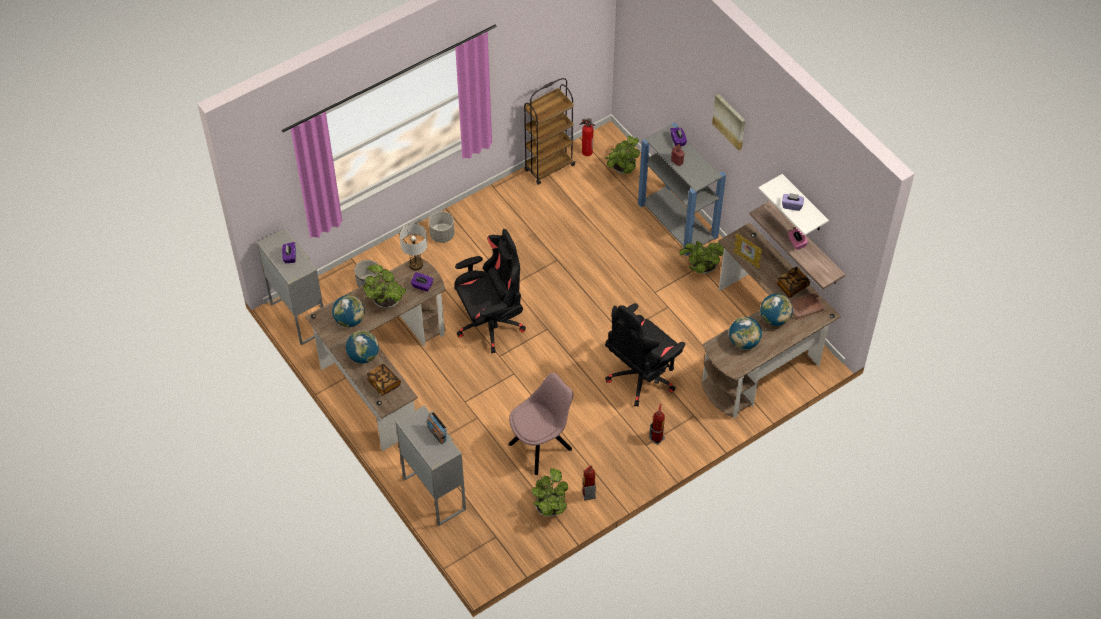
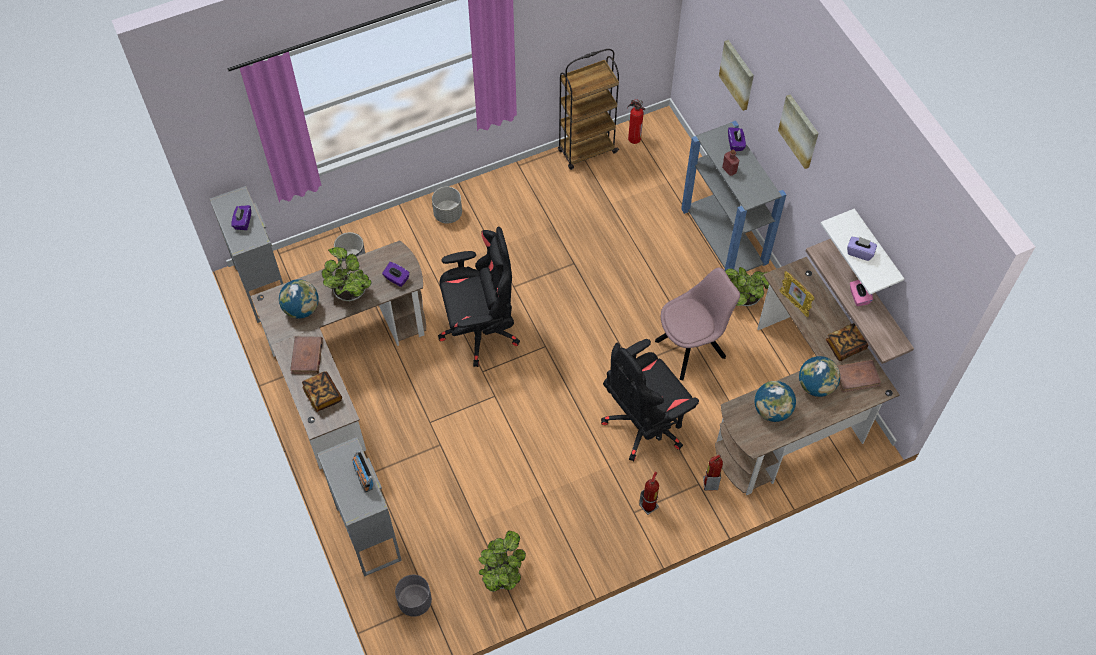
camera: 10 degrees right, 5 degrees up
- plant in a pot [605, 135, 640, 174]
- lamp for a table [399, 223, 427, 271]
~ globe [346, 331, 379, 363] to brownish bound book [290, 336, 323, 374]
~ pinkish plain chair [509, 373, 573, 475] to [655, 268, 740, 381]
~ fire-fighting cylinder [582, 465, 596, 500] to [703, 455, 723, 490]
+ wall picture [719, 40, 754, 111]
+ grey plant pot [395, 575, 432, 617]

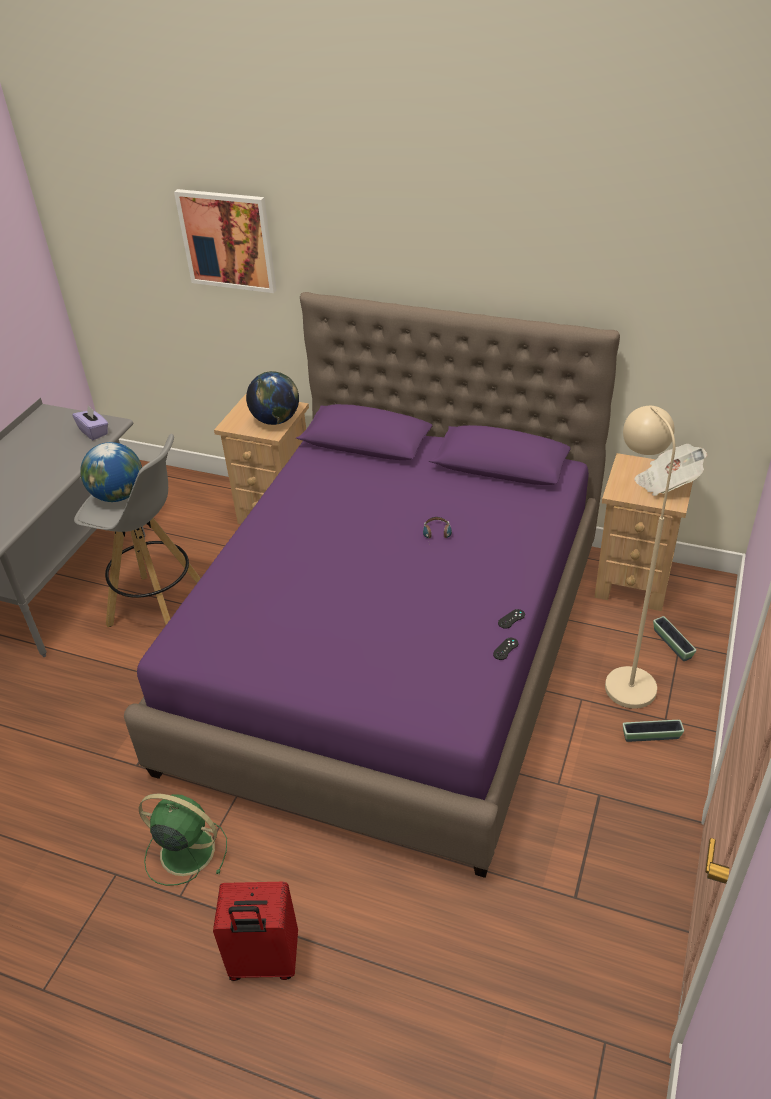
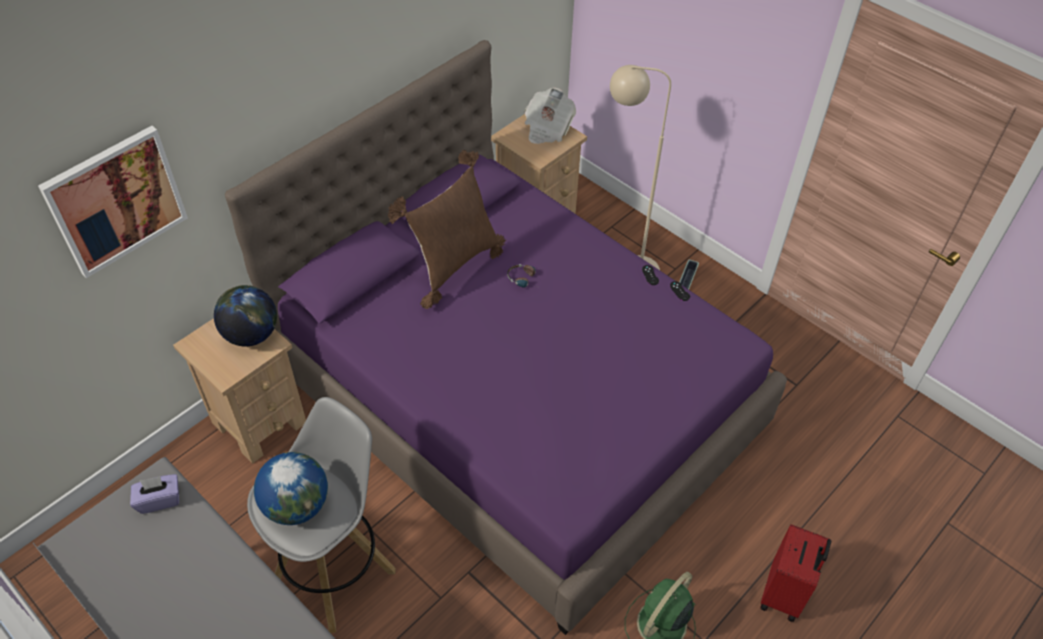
camera: 70 degrees left, 10 degrees up
- plant pot [653, 616, 696, 661]
+ brownish cushion [388, 150, 506, 309]

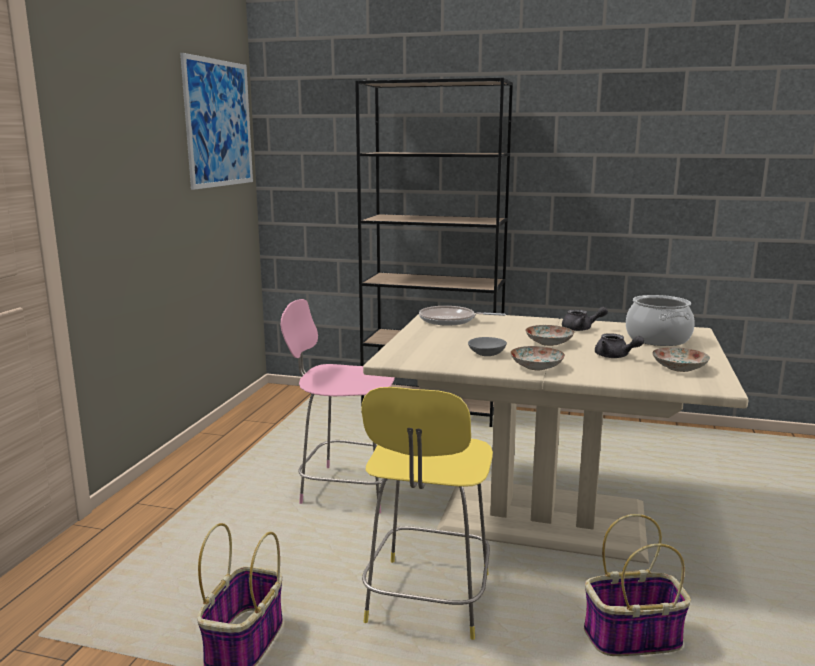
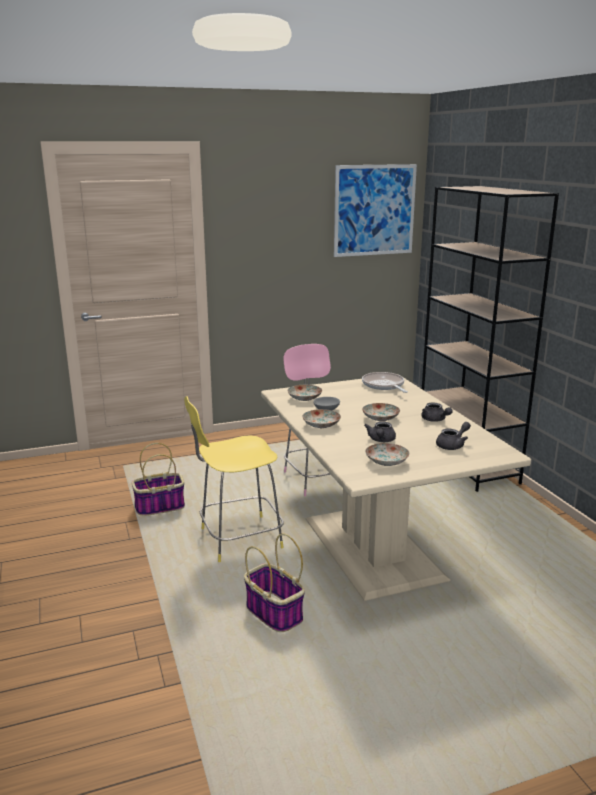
camera: 55 degrees right, 5 degrees up
~ saucepot [626, 295, 695, 346] to grey tea pot [436, 422, 471, 450]
+ dinner plate [287, 385, 322, 401]

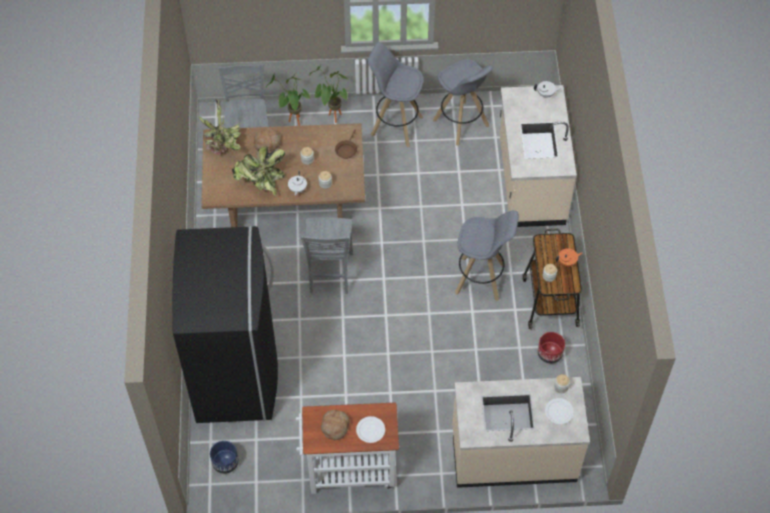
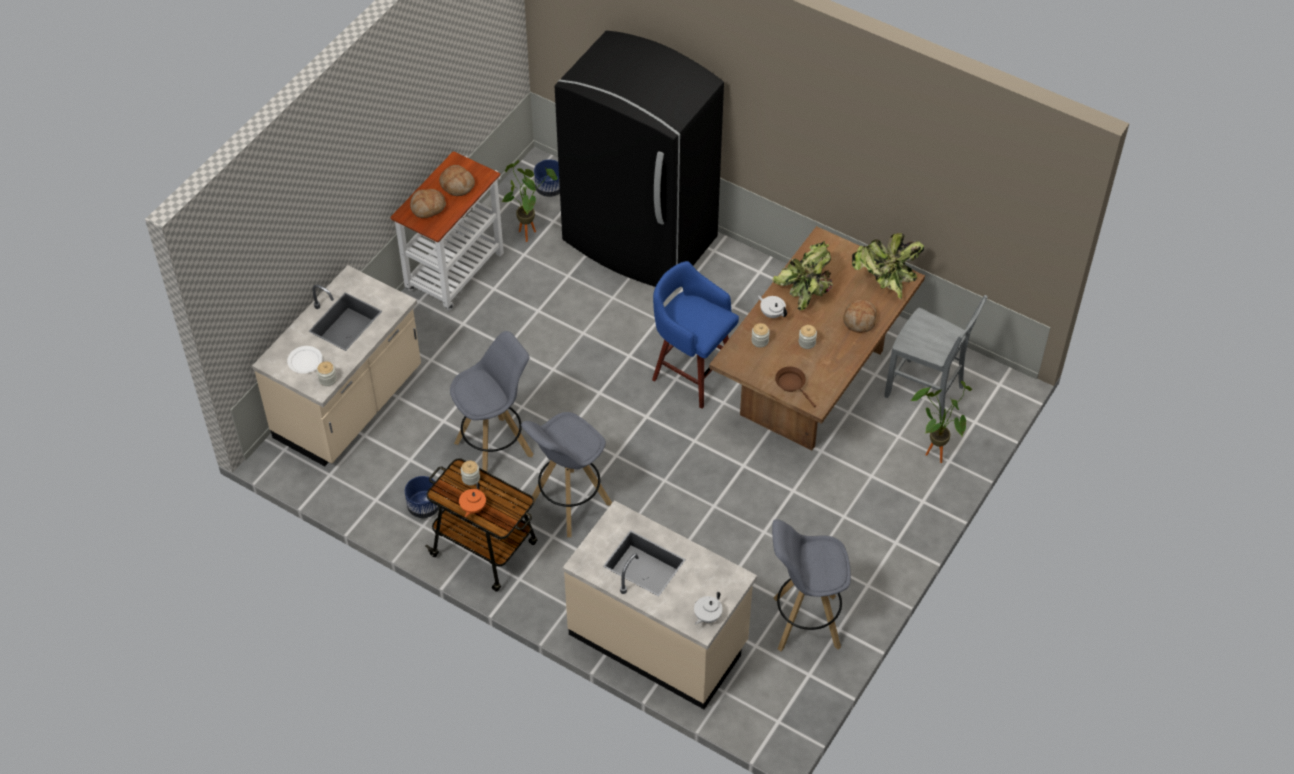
camera: 125 degrees right, 5 degrees down
~ grey stool [368, 42, 423, 147] to [450, 331, 533, 481]
~ plant in a pot [309, 65, 348, 123] to [502, 160, 558, 242]
~ grey plain chair [301, 217, 353, 294] to blue-coloured stool [652, 261, 739, 409]
~ red plant pot [538, 332, 565, 364] to blue-coloured plant pot [405, 476, 440, 518]
~ whitish dinner plate [356, 416, 385, 443] to bread [410, 189, 446, 218]

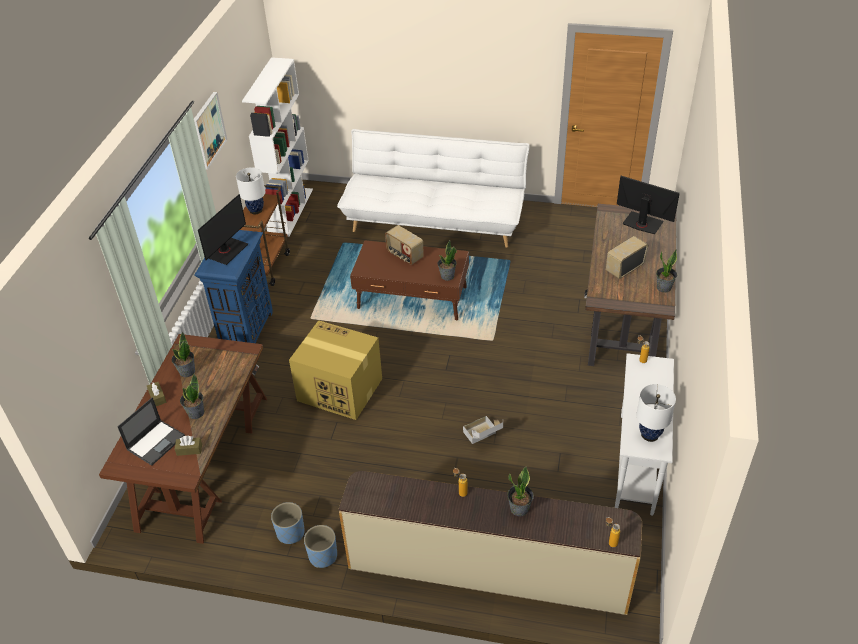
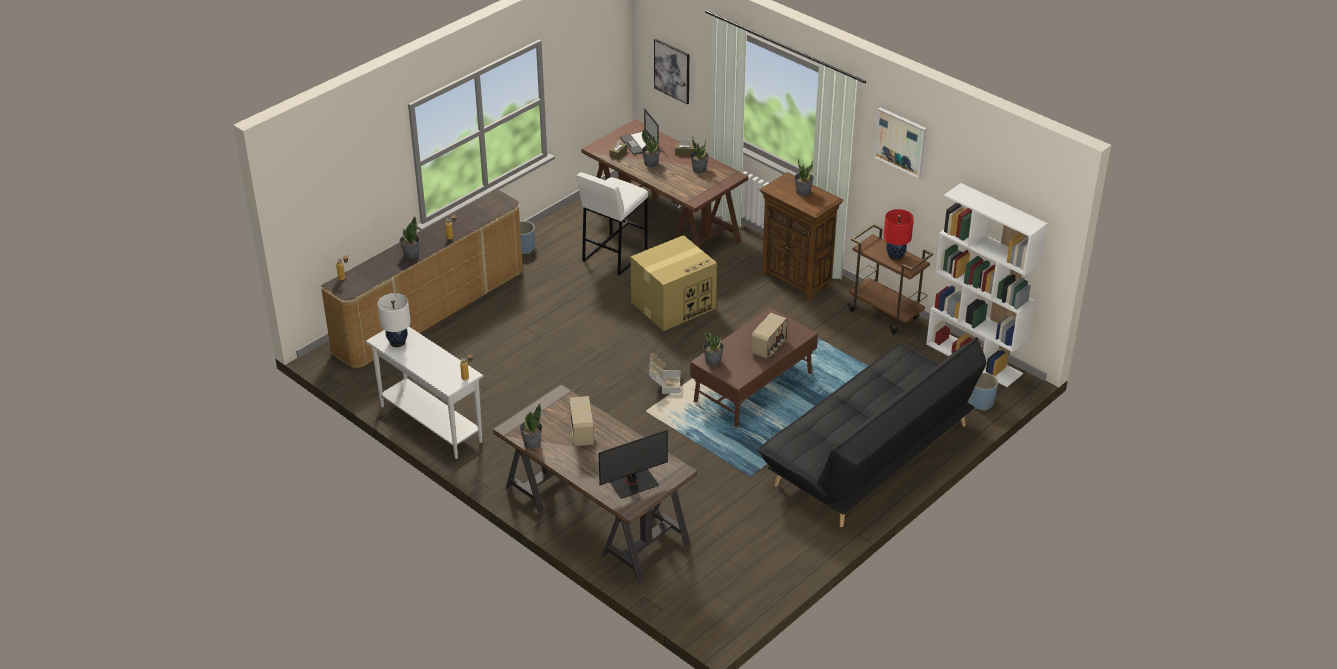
camera: 120 degrees right, 5 degrees down
~ whitish couch [337, 129, 530, 248] to black couch [758, 337, 987, 527]
~ whitish lamp for a table [236, 167, 265, 214] to red lamp for a table [883, 209, 914, 260]
~ computer screen [198, 194, 248, 265] to plant in a pot [794, 160, 814, 196]
~ radio set [385, 225, 424, 265] = [751, 313, 788, 359] 135 degrees clockwise
~ blue-coloured cupboard [194, 230, 273, 343] to brownish cupboard [759, 172, 844, 300]
~ cardboard box [463, 416, 503, 444] to [649, 353, 681, 394]
~ blue-coloured plant pot [271, 502, 305, 544] to [969, 372, 998, 410]
+ wall picture [654, 39, 689, 104]
+ whitish stool [576, 172, 648, 276]

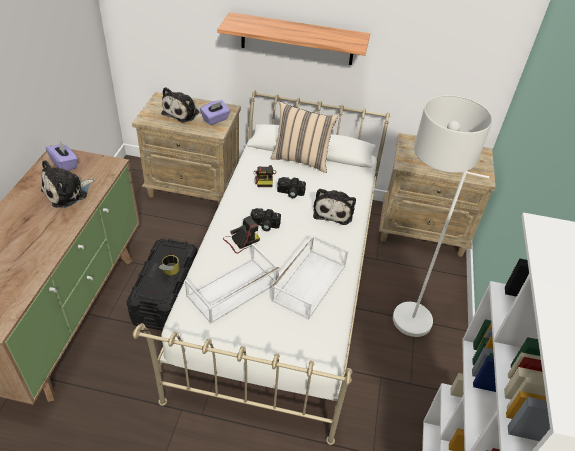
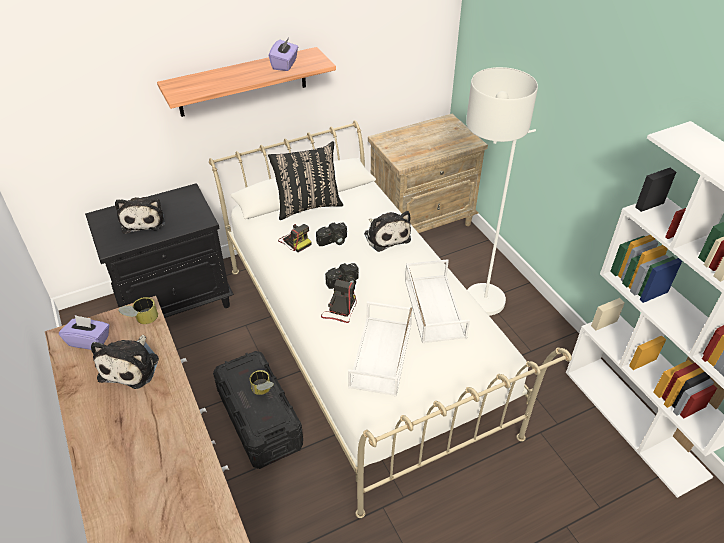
camera: 35 degrees left, 0 degrees up
~ beige nightstand [132, 92, 241, 206] to black nightstand [85, 183, 234, 318]
~ purple-coloured box of tissues [200, 100, 230, 125] to [269, 38, 298, 71]
~ beige cushion [271, 102, 338, 173] to black cushion [268, 141, 343, 220]
+ sealed can [118, 297, 158, 324]

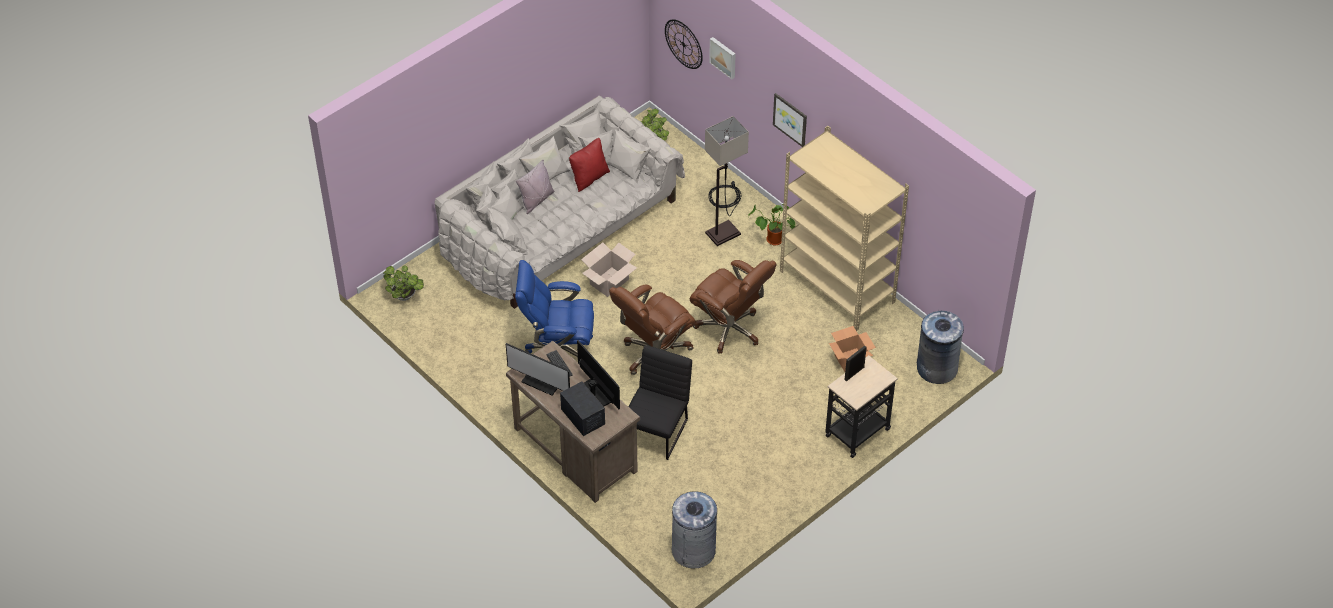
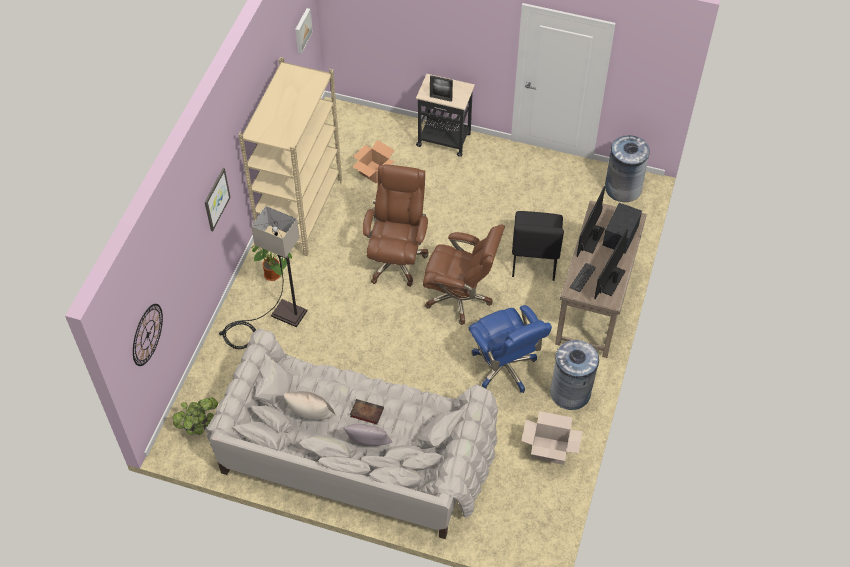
camera: 120 degrees left, 5 degrees up
~ wall picture [709, 37, 736, 79] to [295, 8, 313, 54]
~ red cushion [569, 138, 610, 192] to beige cushion [284, 391, 336, 420]
~ cardboard box [581, 242, 637, 297] to [522, 411, 583, 465]
- plant in a pot [383, 265, 424, 301]
~ grey rubbish bin [917, 309, 964, 384] to [550, 340, 599, 410]
~ computer screen [506, 343, 570, 396] = [594, 228, 628, 299] 150 degrees counterclockwise
~ black plain chair [628, 345, 692, 460] = [512, 211, 564, 281] 75 degrees counterclockwise
+ bound book [350, 399, 384, 425]

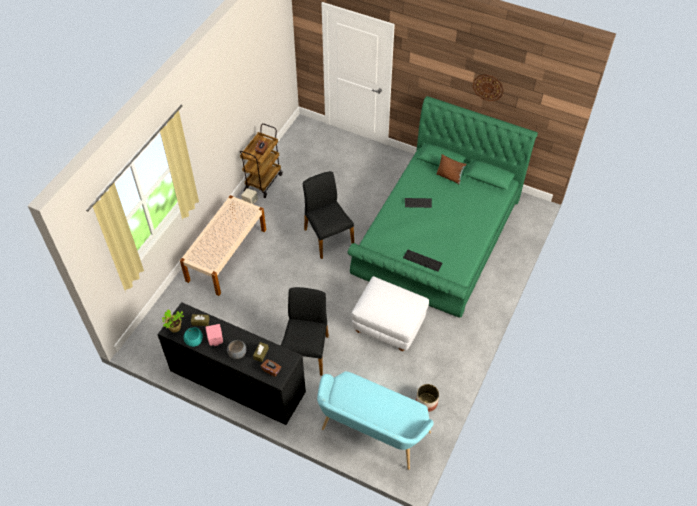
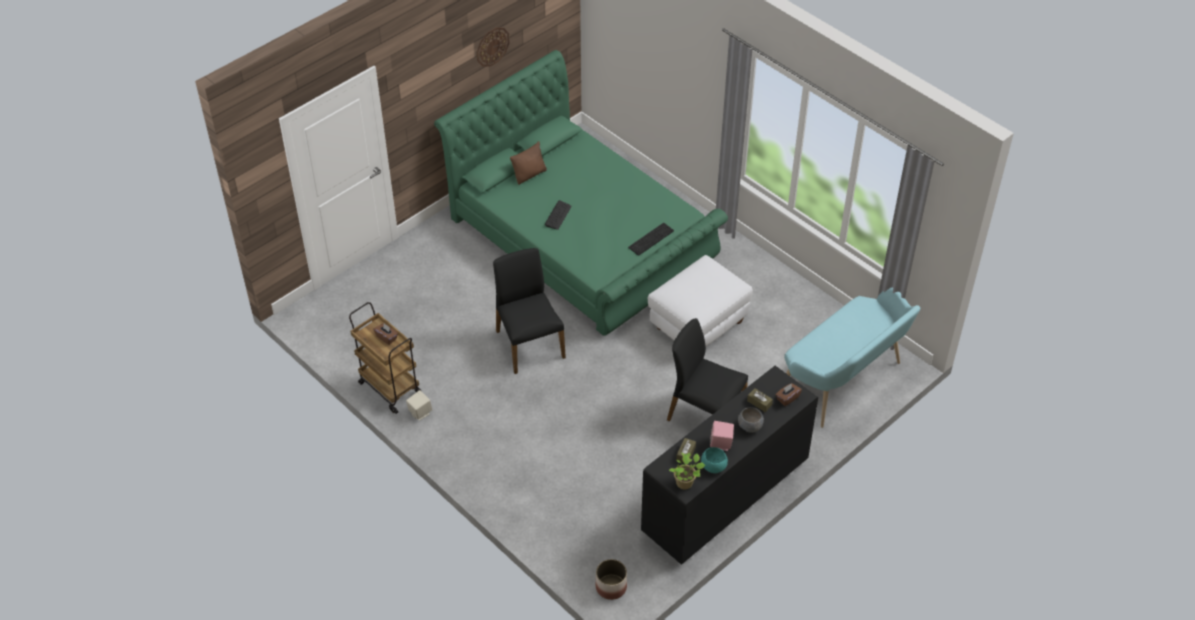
camera: 70 degrees left, 5 degrees down
~ black plain chair [303, 171, 354, 259] = [493, 248, 566, 374] 75 degrees clockwise
- beige bench [180, 195, 266, 296]
~ plant pot [416, 384, 439, 412] to [596, 559, 627, 600]

